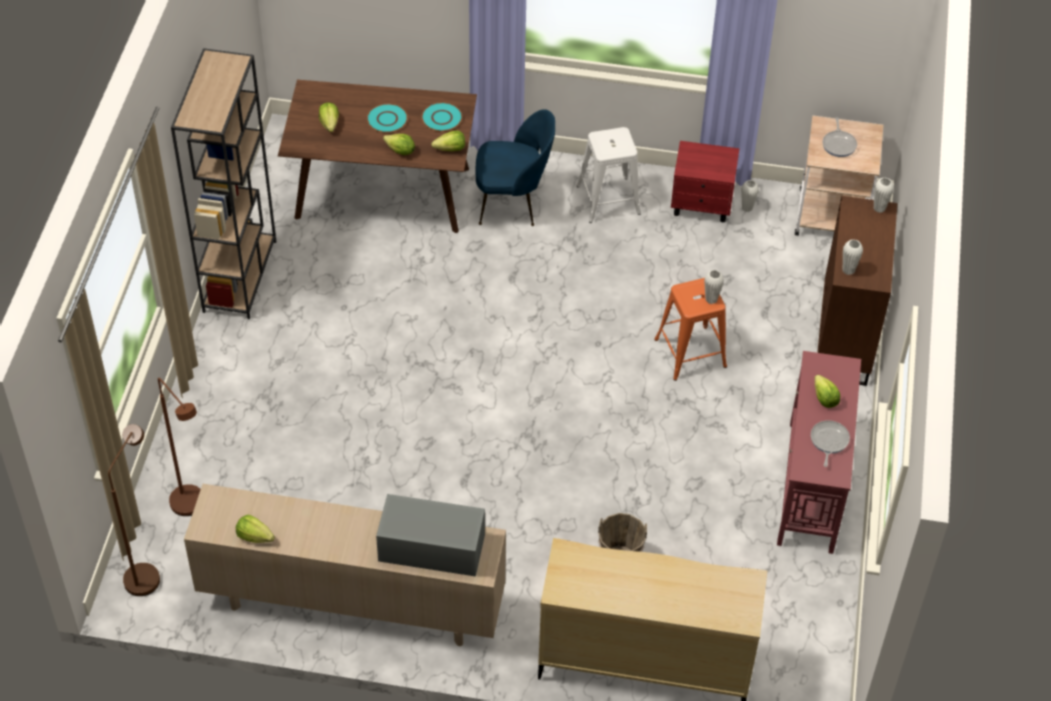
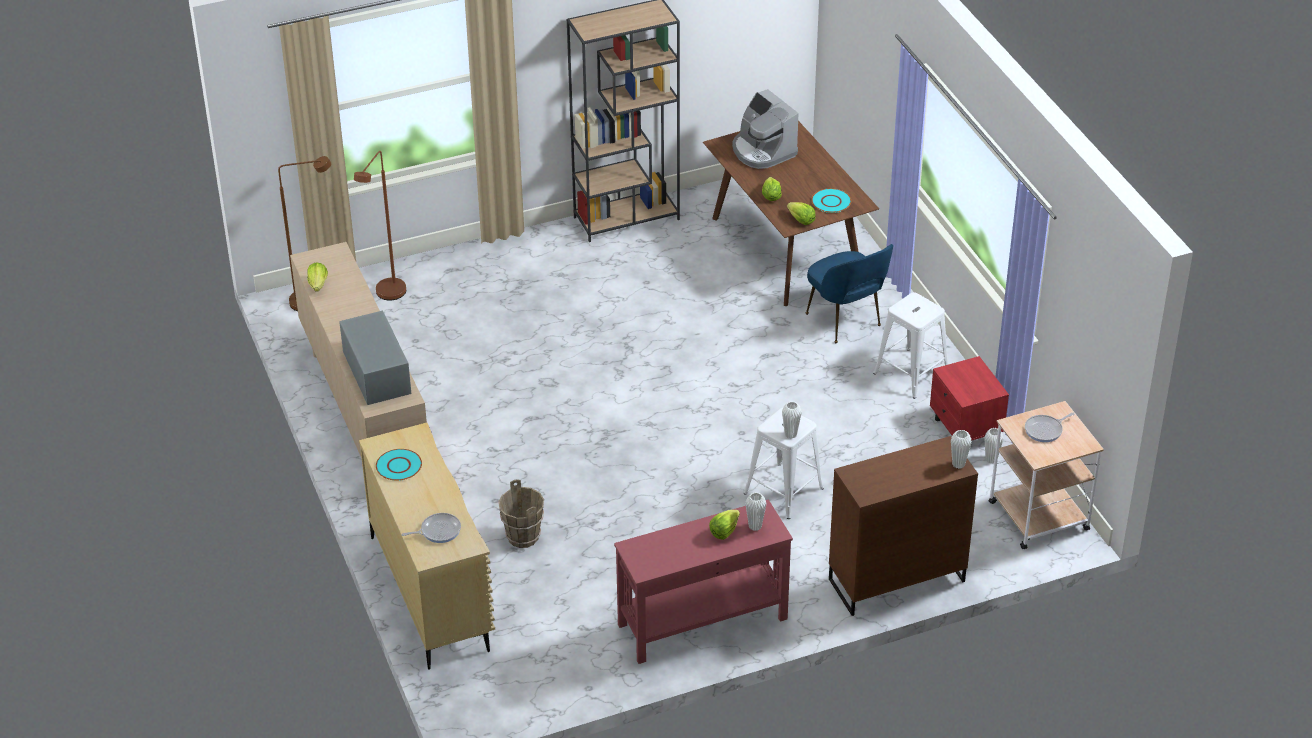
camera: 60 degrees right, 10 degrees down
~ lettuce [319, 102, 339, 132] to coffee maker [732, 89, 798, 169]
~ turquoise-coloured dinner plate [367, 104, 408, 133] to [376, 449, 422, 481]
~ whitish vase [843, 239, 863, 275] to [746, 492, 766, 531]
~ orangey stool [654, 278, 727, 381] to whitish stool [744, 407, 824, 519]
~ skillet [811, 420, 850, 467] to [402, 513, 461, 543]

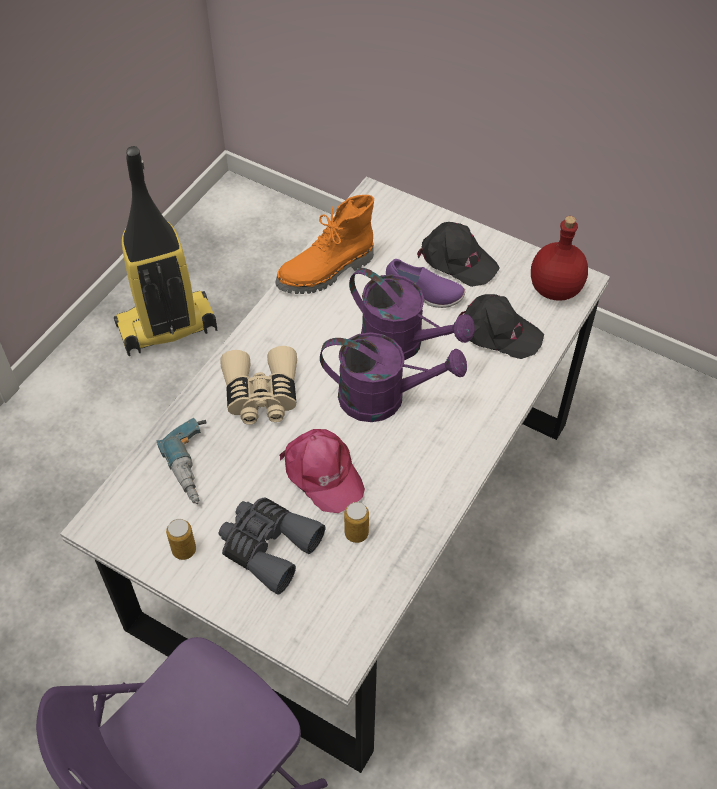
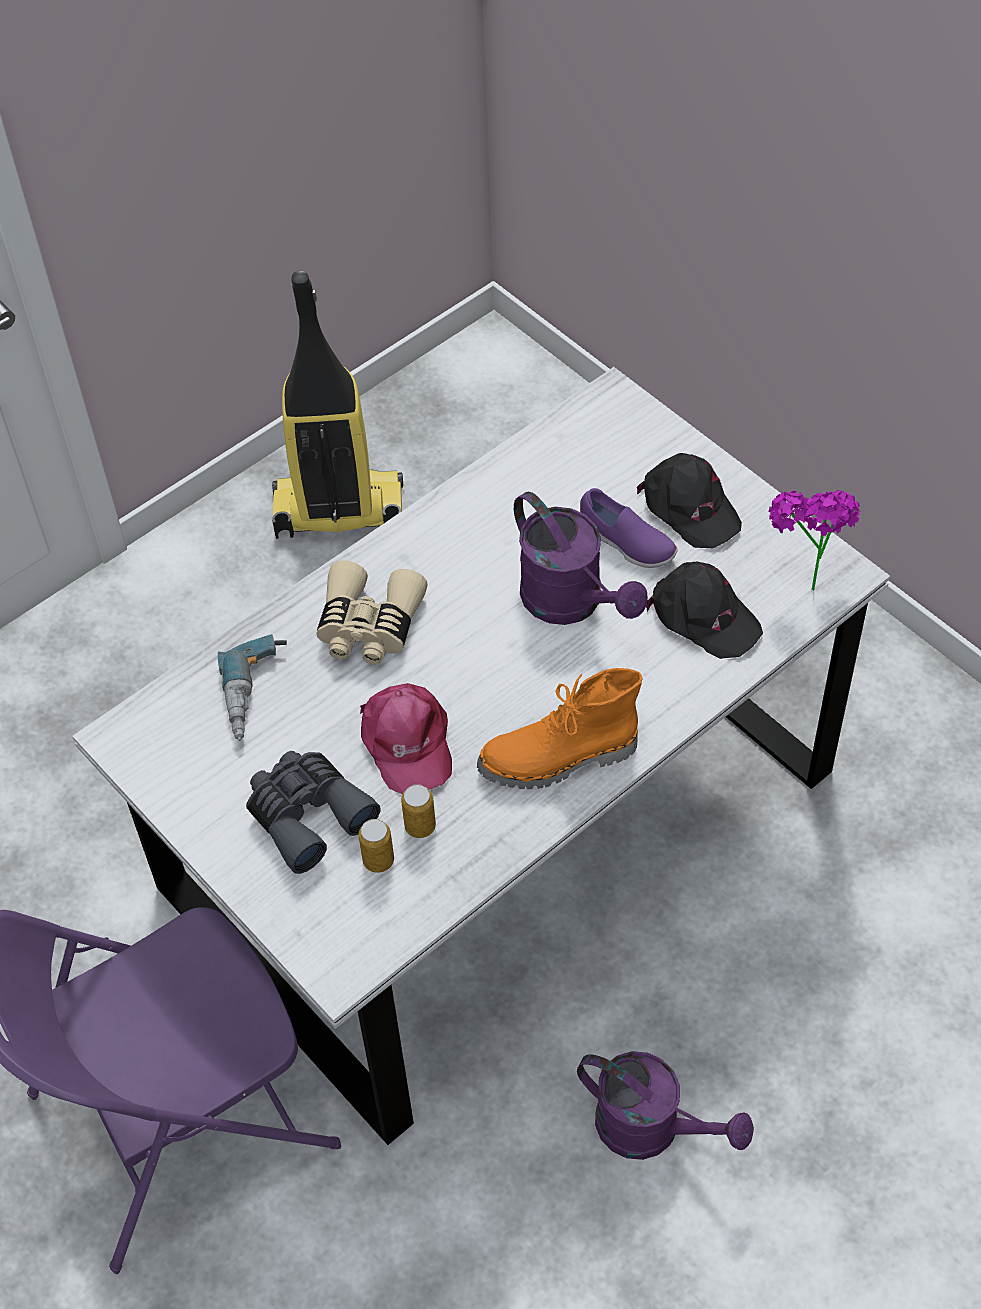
camera: 20 degrees right, 0 degrees up
~ orangey tall boot [275, 195, 374, 294] to [477, 668, 642, 789]
~ red beverage bottle [531, 216, 588, 301] to plant in a pot [769, 490, 861, 591]
~ purple-coloured watering pot [320, 332, 467, 422] to [577, 1051, 754, 1160]
~ sealed can [166, 519, 196, 560] to [359, 819, 394, 873]

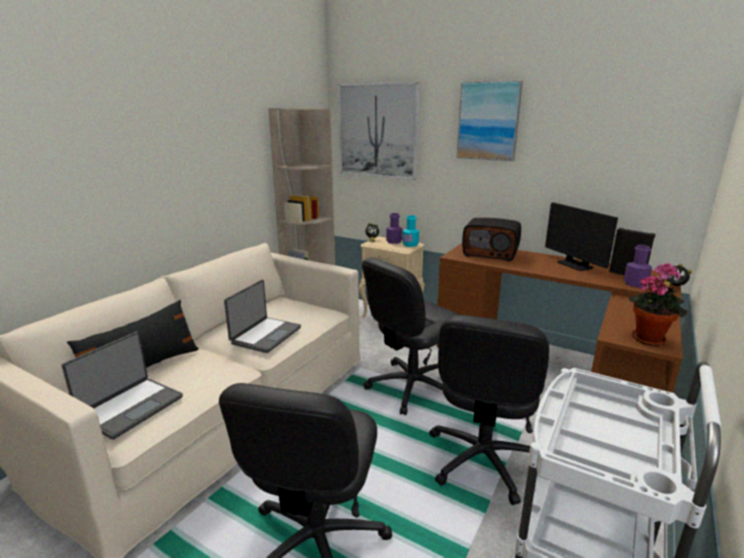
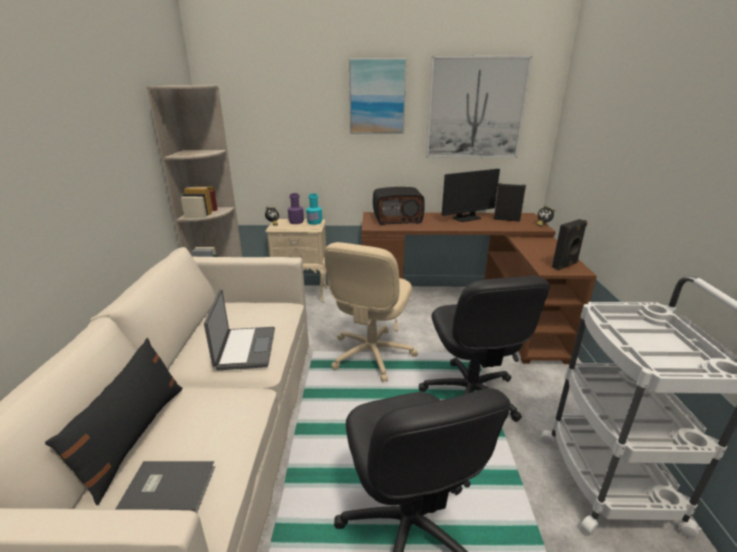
camera: 30 degrees left, 5 degrees up
~ wall picture [338, 82, 420, 180] to [426, 56, 532, 158]
~ computer screen [545, 202, 618, 271] = [442, 169, 500, 222] 60 degrees counterclockwise
- purple-coloured beverage bottle [624, 245, 652, 287]
~ black desk chair [362, 258, 459, 415] to beige desk chair [324, 242, 418, 382]
~ plant in a pot [629, 262, 687, 346] to black speaker [552, 219, 587, 271]
~ portable computer [62, 332, 183, 440] to grey bound book [115, 461, 215, 513]

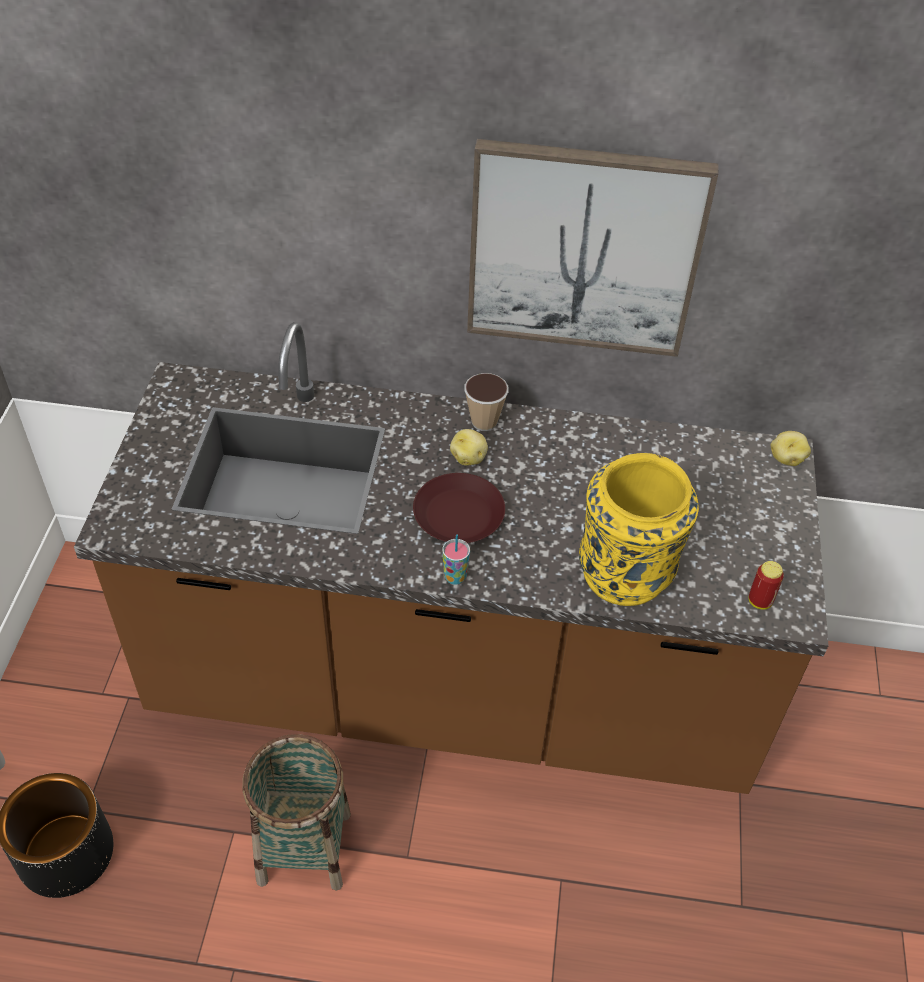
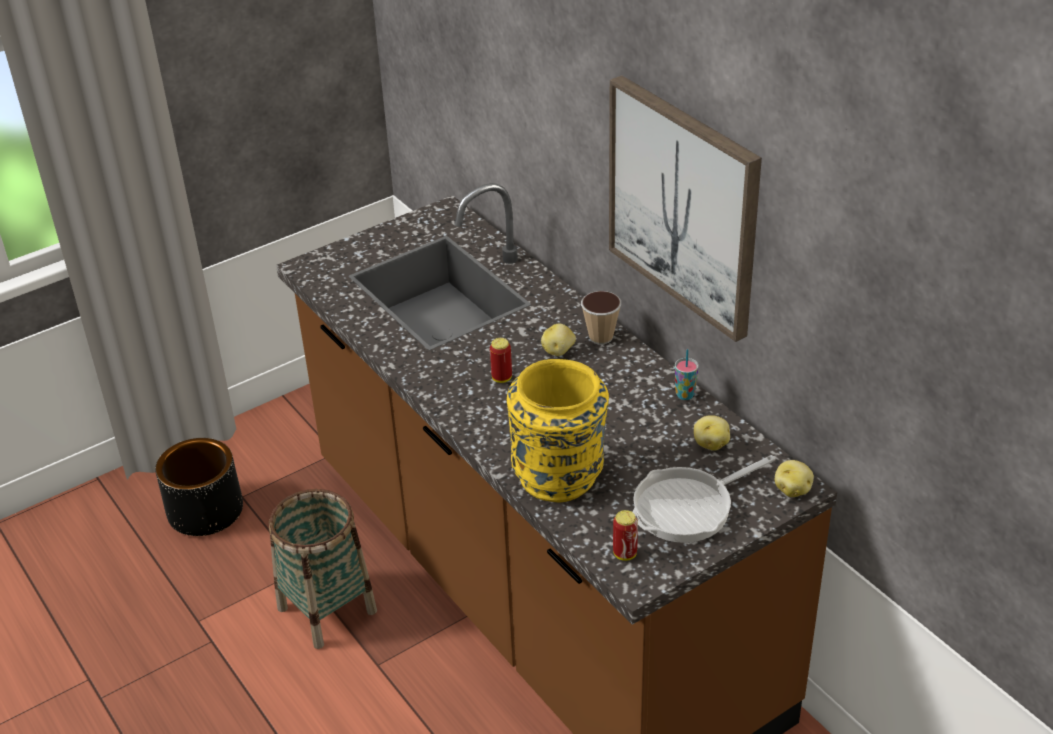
camera: 50 degrees right, 10 degrees down
~ brownish dinner plate [413, 473, 505, 543] to sealed can [490, 338, 512, 383]
~ drinking cup [442, 534, 470, 585] to [675, 349, 699, 400]
+ spud [694, 415, 730, 451]
+ skillet [632, 455, 776, 543]

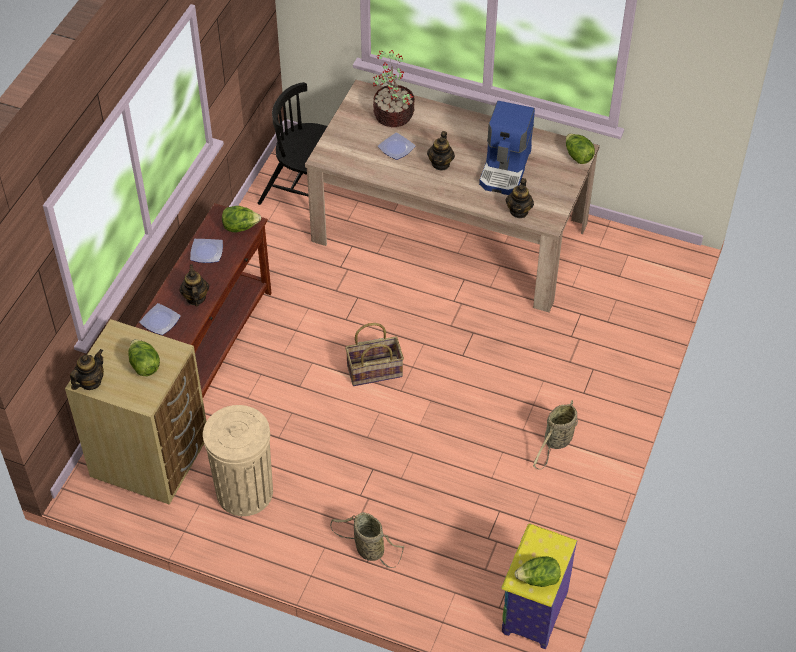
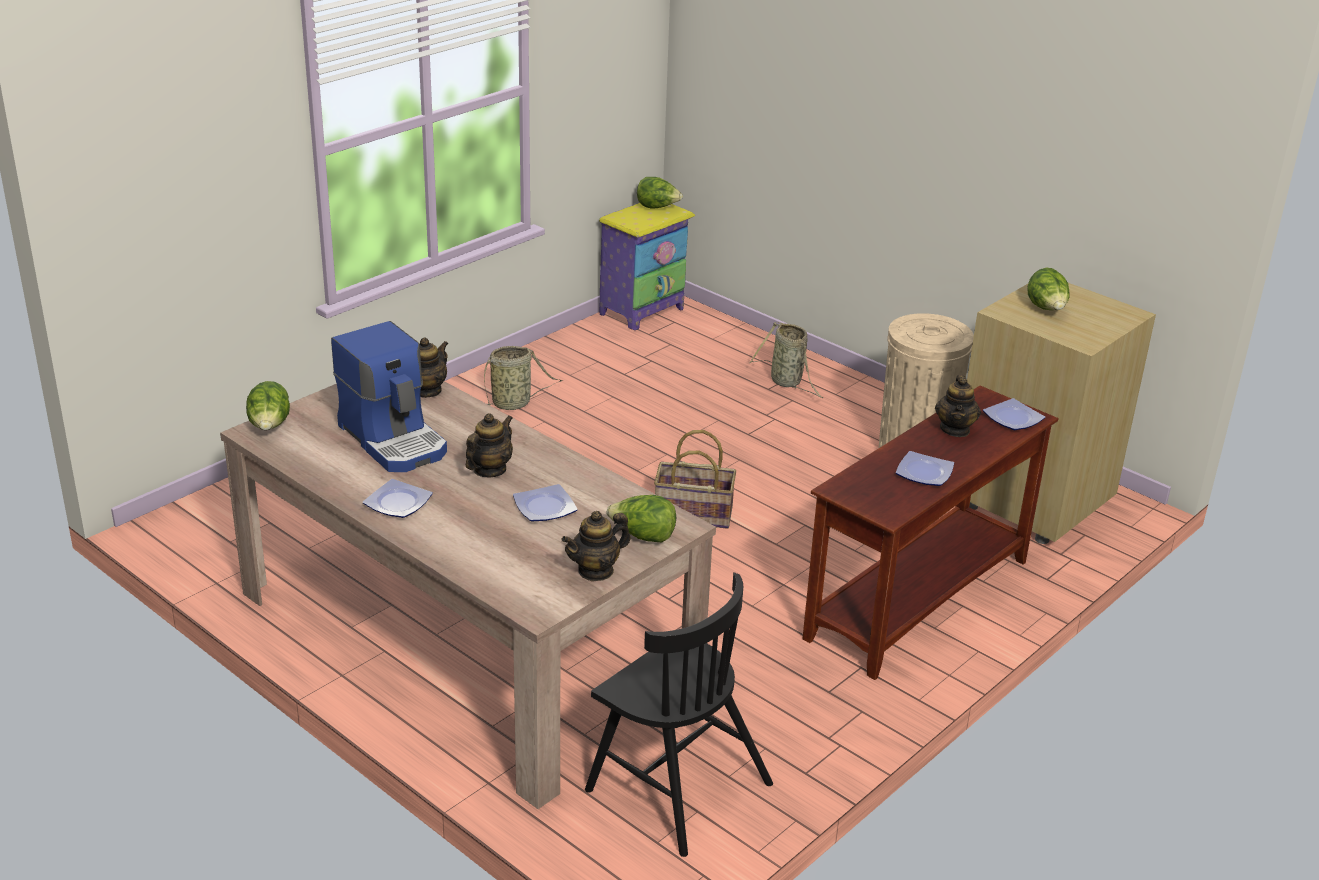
camera: 160 degrees left, 20 degrees down
- plant in a pot [373, 50, 415, 127]
~ coffee maker [479, 101, 535, 195] = [331, 321, 447, 472] 105 degrees clockwise
~ lettuce [222, 206, 261, 232] to [607, 495, 676, 542]
~ tea pot [70, 349, 104, 390] to [562, 511, 631, 581]
+ dinner plate [363, 479, 433, 518]

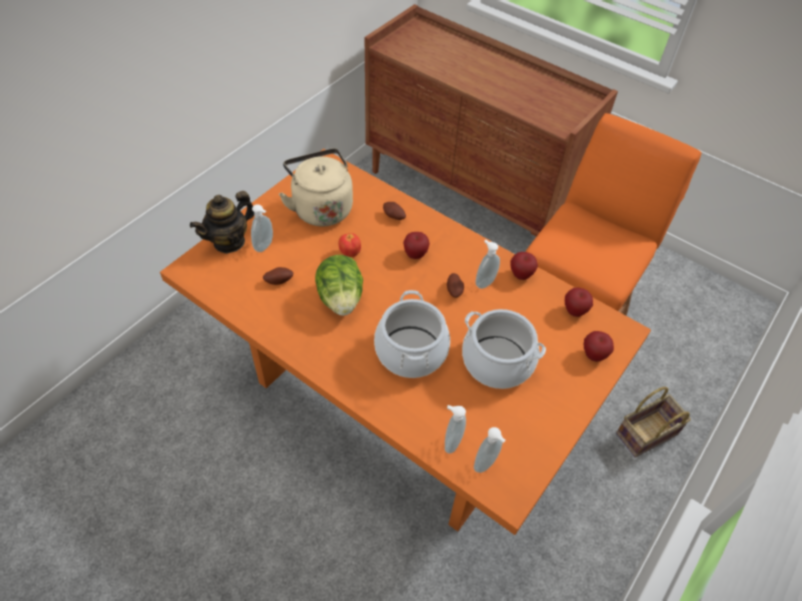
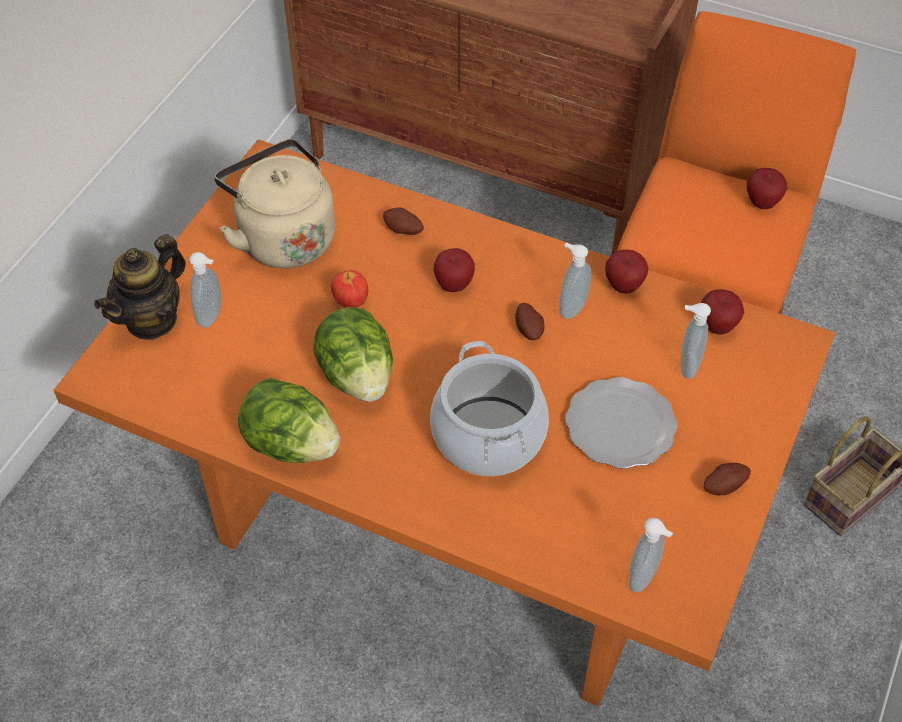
camera: 10 degrees left, 0 degrees up
~ spud [263, 267, 293, 285] to [704, 463, 751, 495]
~ saucepot [462, 309, 546, 389] to dinner plate [565, 377, 678, 469]
~ apple [584, 331, 614, 362] to [747, 168, 787, 209]
~ soap dispenser [445, 405, 466, 454] to [681, 303, 711, 379]
+ lettuce [238, 378, 340, 463]

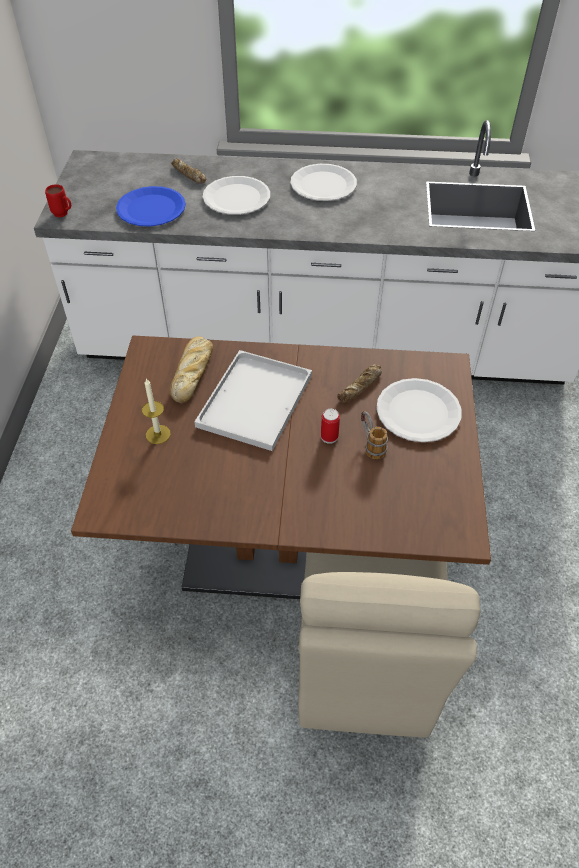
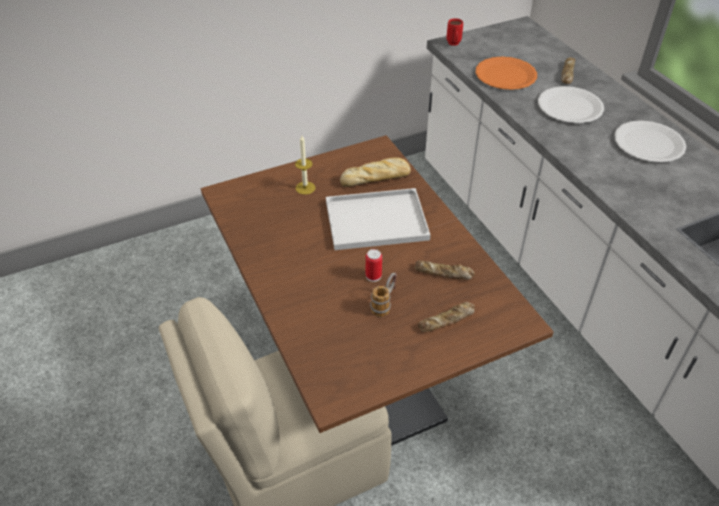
camera: 60 degrees right, 5 degrees down
~ blue-coloured dinner plate [116, 186, 186, 226] to orangey dinner plate [476, 57, 537, 90]
~ whitish dinner plate [376, 378, 462, 442] to bread [418, 302, 475, 332]

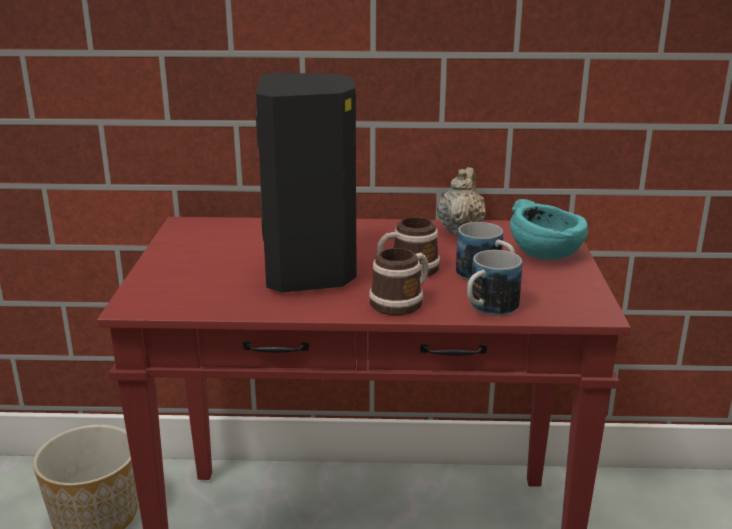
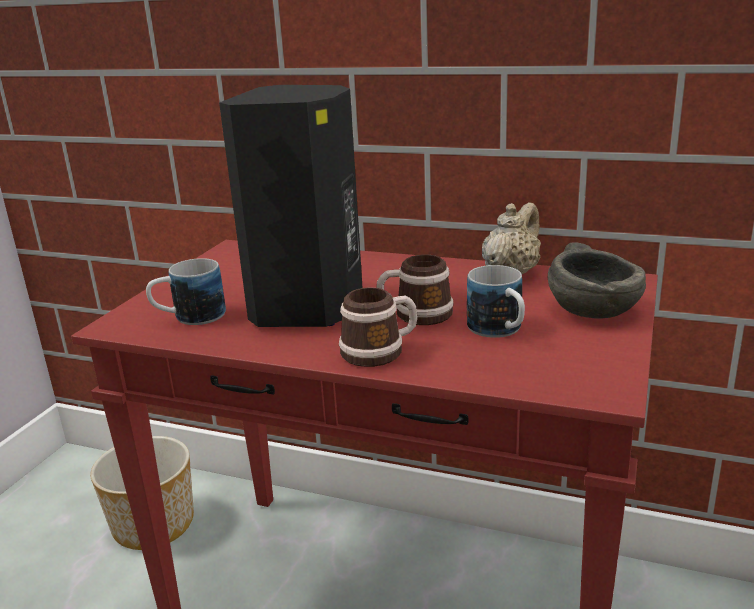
camera: 20 degrees right, 0 degrees up
~ turquoise-coloured serving bowl [510, 199, 588, 260] to grey serving bowl [548, 242, 646, 318]
~ coffee mug [467, 250, 522, 316] to [146, 258, 226, 325]

